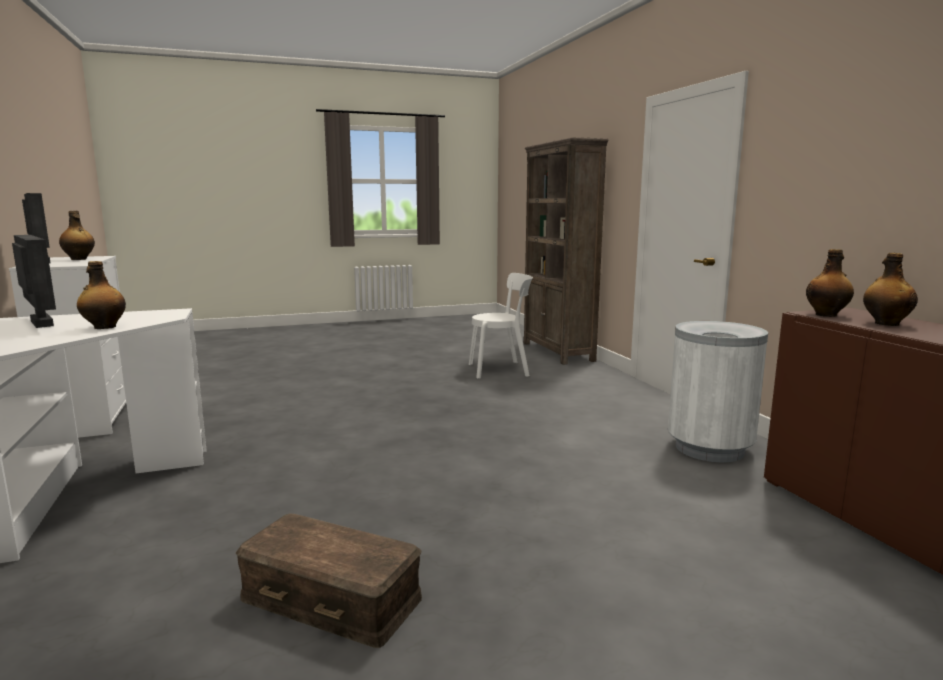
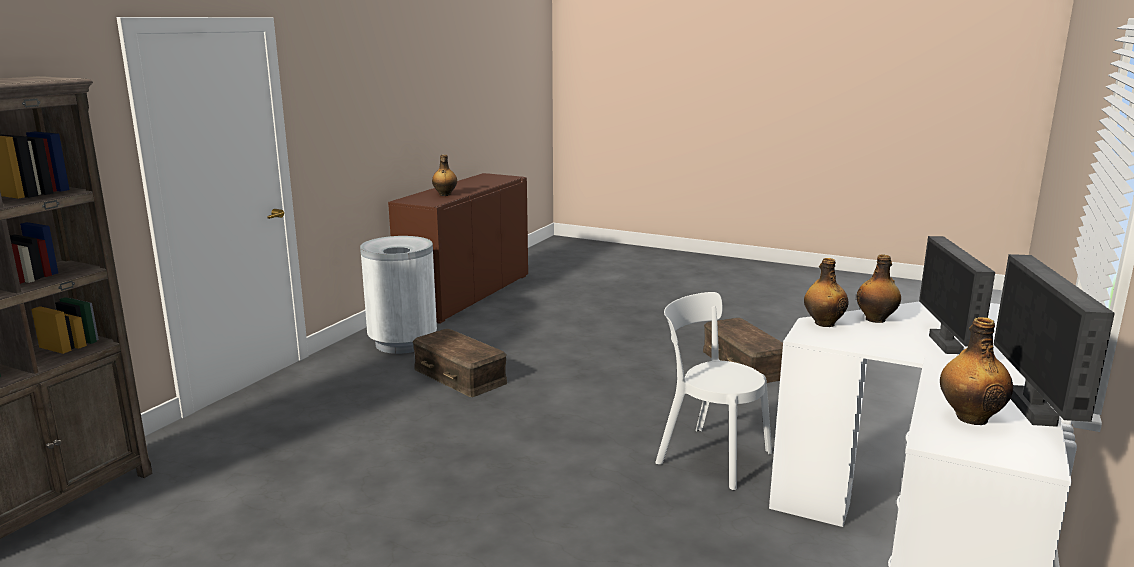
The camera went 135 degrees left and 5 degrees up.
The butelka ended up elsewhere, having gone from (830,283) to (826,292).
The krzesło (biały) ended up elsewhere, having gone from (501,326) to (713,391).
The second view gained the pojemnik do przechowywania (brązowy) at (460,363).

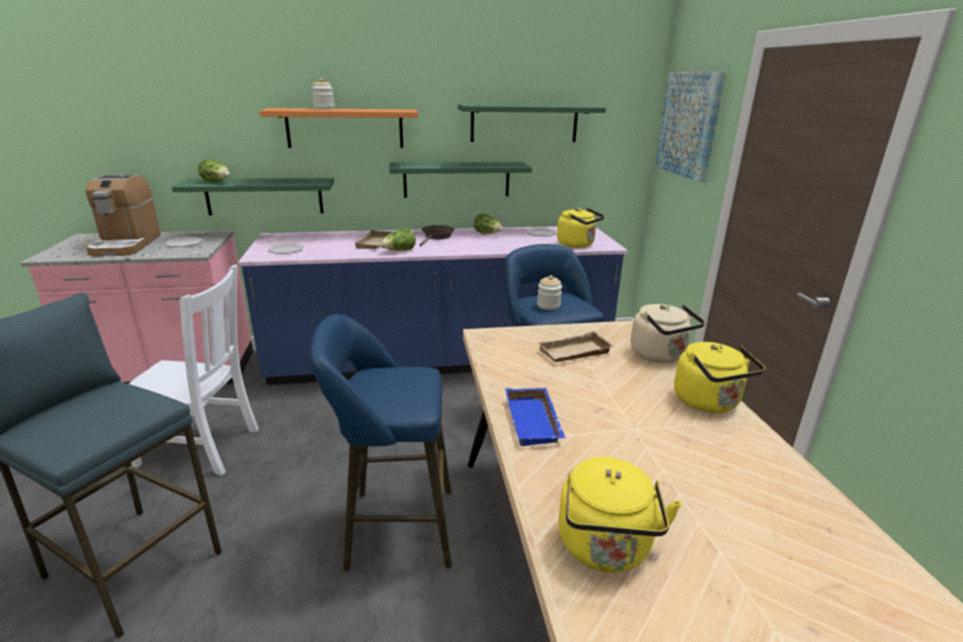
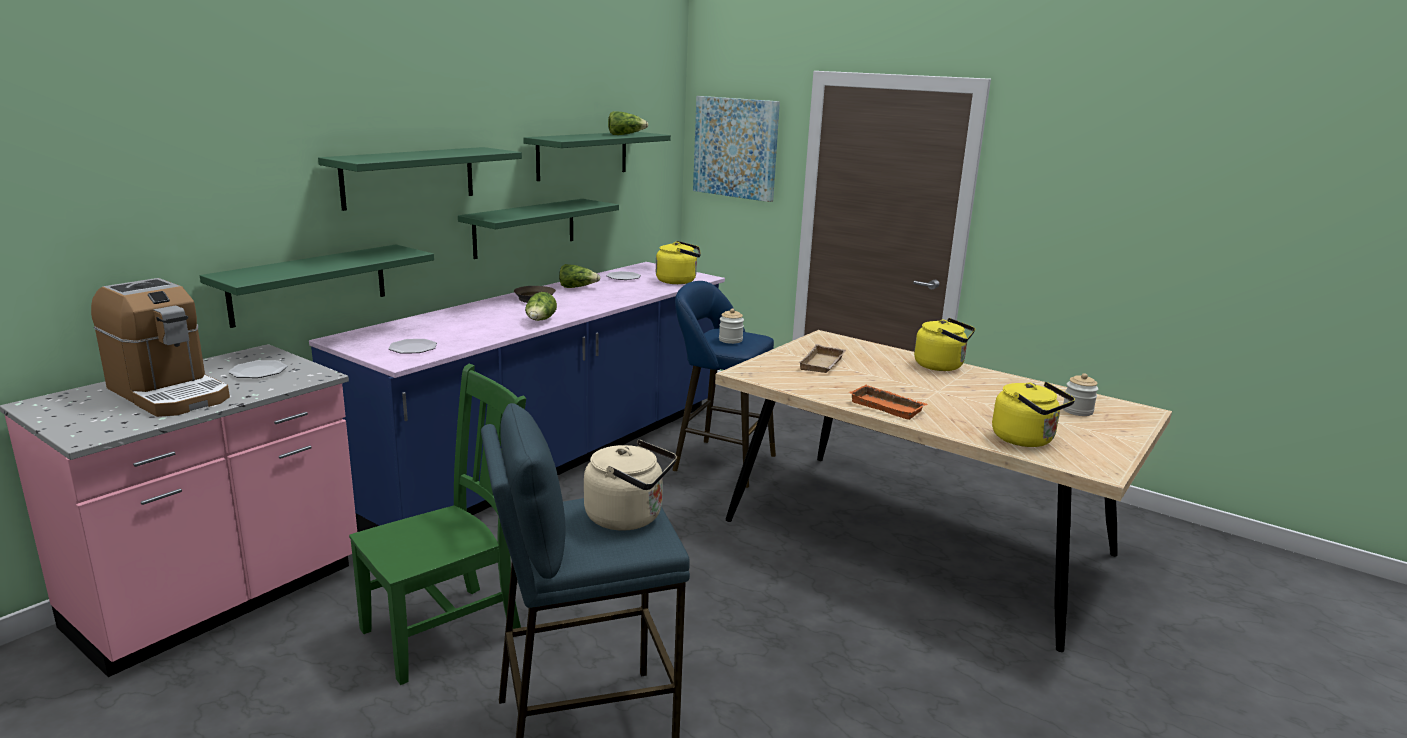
The camera went 45 degrees left and 5 degrees down.
The słoik ended up elsewhere, having gone from (323,93) to (1080,394).
What was the półka (pomarańczowy) at (338,128) turned into the półka (zielony) at (420,179).
The sałata ended up elsewhere, having gone from (214,170) to (628,123).
The second view lost the taca (beżowy) at (373,239).
What was the krzesło (biały) at (193,370) turned into the krzesło (zielony) at (437,524).
The czajnik (beżowy) ended up elsewhere, having gone from (668,333) to (630,485).
The second view lost the stołek (niebieski) at (381,442).
What was the taca (niebieski) at (536,417) turned into the taca (pomarańczowy) at (888,402).

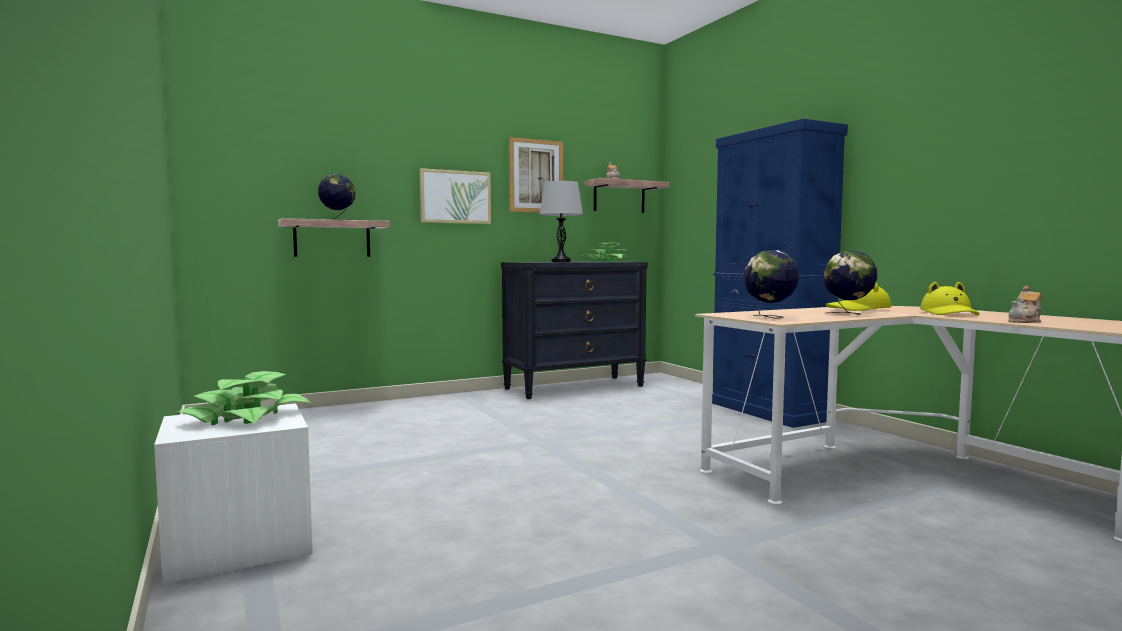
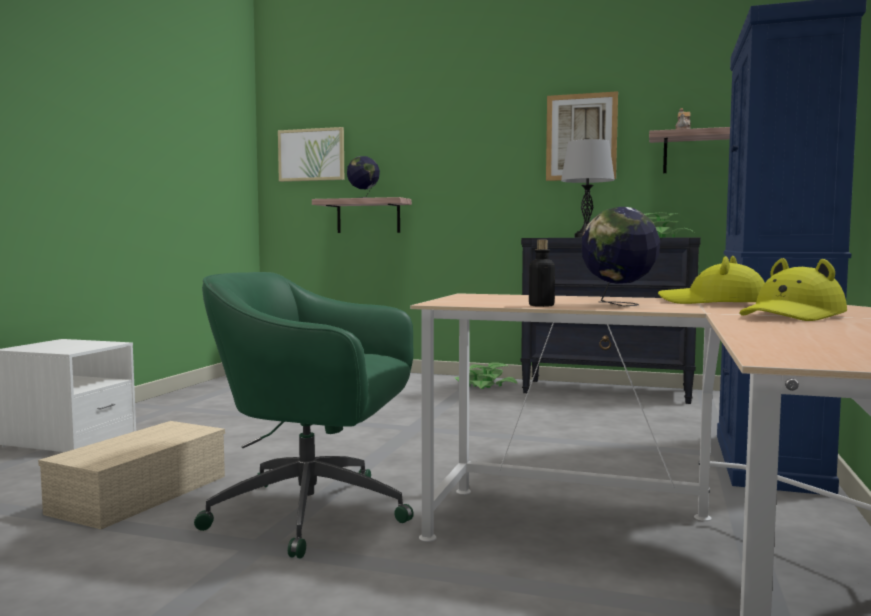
The camera went 45 degrees right and 0 degrees up.
The obraz ended up elsewhere, having gone from (455,196) to (311,154).
The second view lost the globus at (771,284).
The second view lost the imbryk at (1025,304).
The roślina doniczkowa ended up elsewhere, having gone from (244,398) to (486,375).
The second view gained the butelka at (542,273).
The second view gained the krzesło biurowe (zielony) at (304,415).
The second view gained the pojemnik do przechowywania (beżowy) at (131,475).

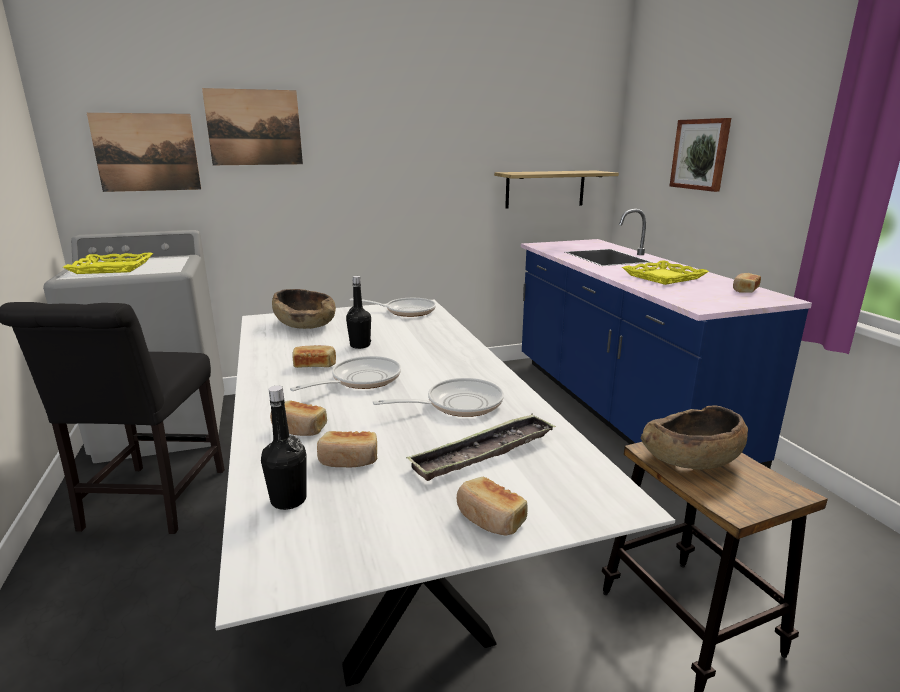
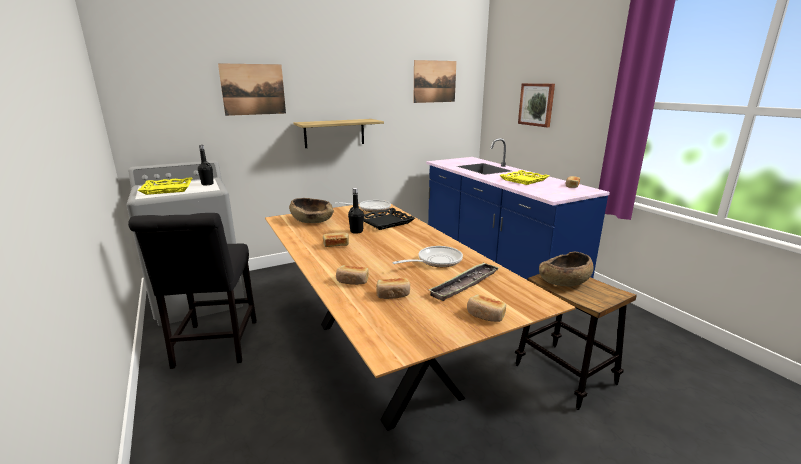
The camera went 10 degrees left and 0 degrees up.
The obraz ended up elsewhere, having gone from (144,152) to (434,81).
The półka ended up elsewhere, having gone from (556,189) to (338,133).
What was the stół jadalny (biały) at (445,493) turned into the stół jadalny (brązowy) at (420,315).
The second view lost the patelnia at (345,373).
The butelka (czarny) ended up elsewhere, having gone from (284,447) to (206,165).
The second view gained the taca (czarny) at (389,219).

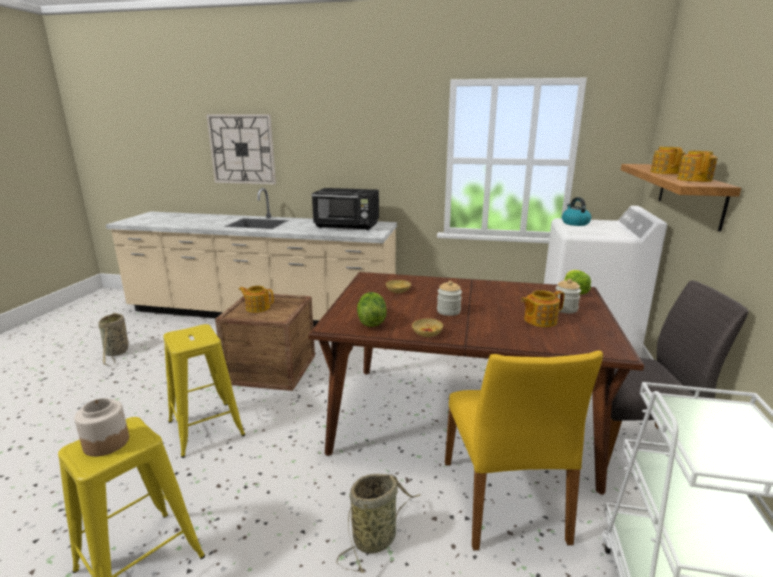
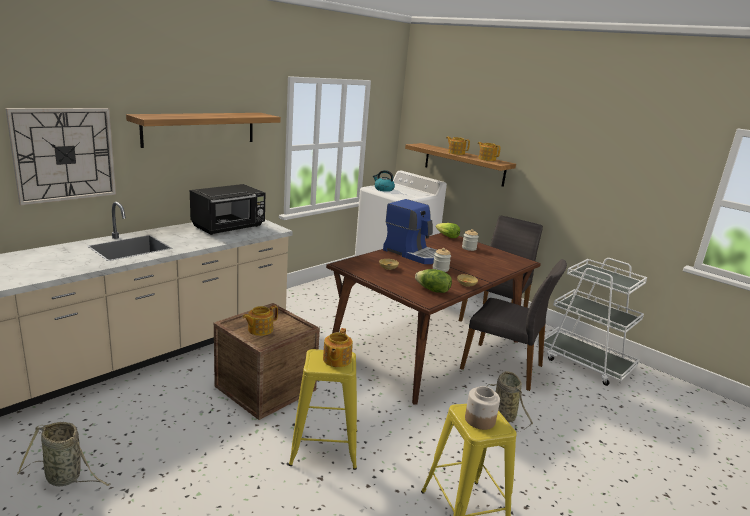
The camera went 60 degrees left and 0 degrees up.
The imbryk ended up elsewhere, having gone from (543,308) to (338,347).
What was the krzesło (żółty) at (524,450) turned into the krzesło (szary) at (513,325).
The second view gained the półka at (203,130).
The second view gained the ekspres do kawy at (409,231).

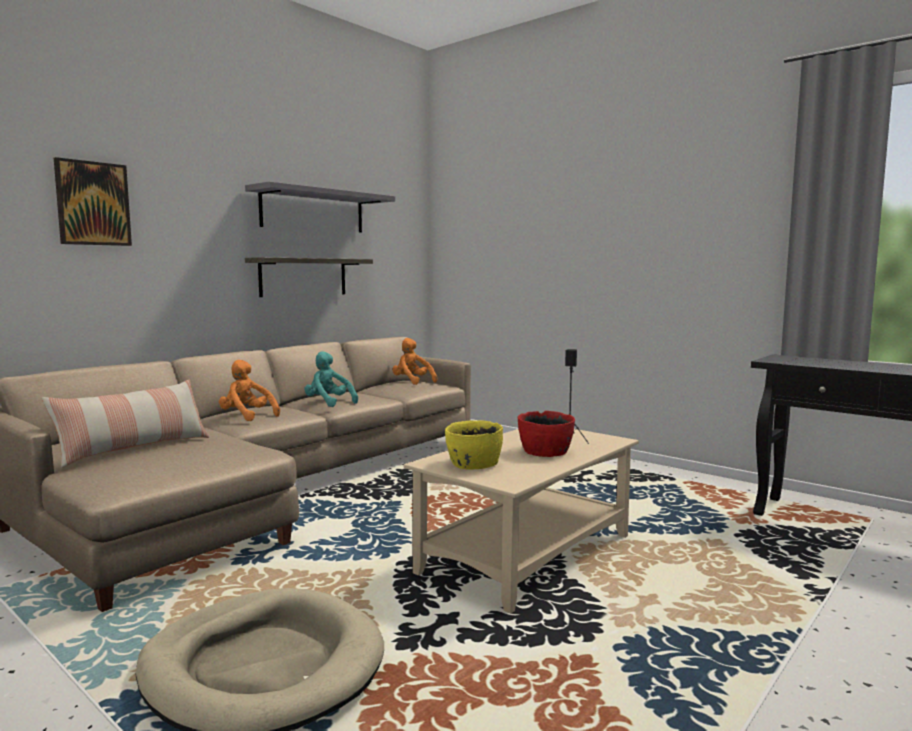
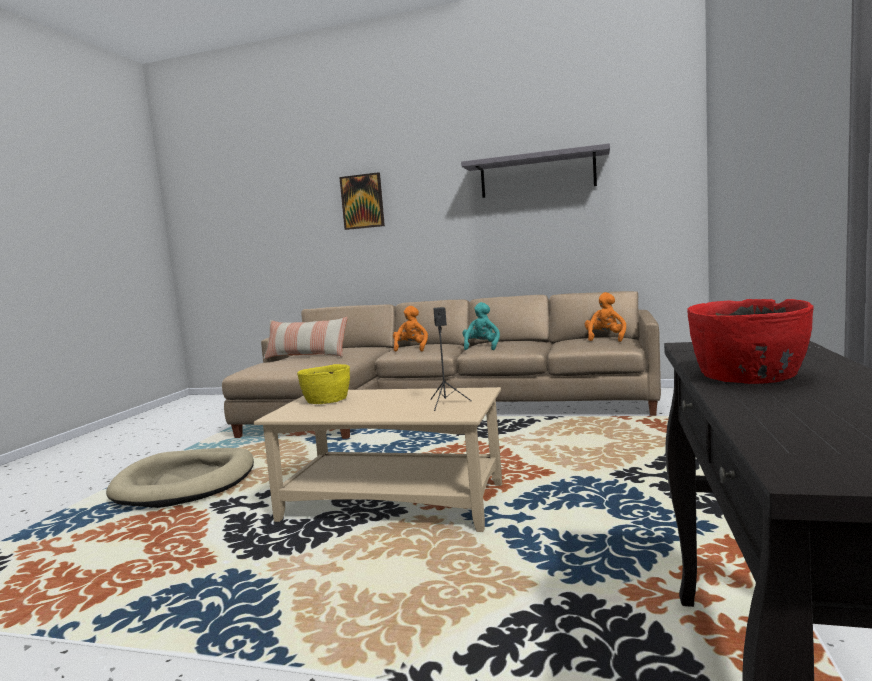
The camera went 65 degrees right and 0 degrees up.
The second view lost the półka at (309,277).
The miska (czerwony) ended up elsewhere, having gone from (546,434) to (750,341).

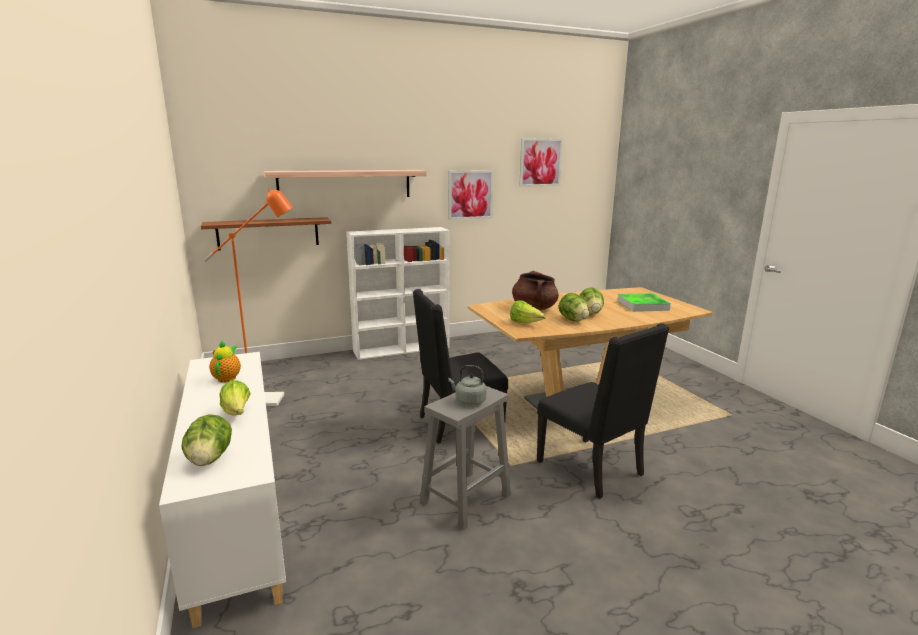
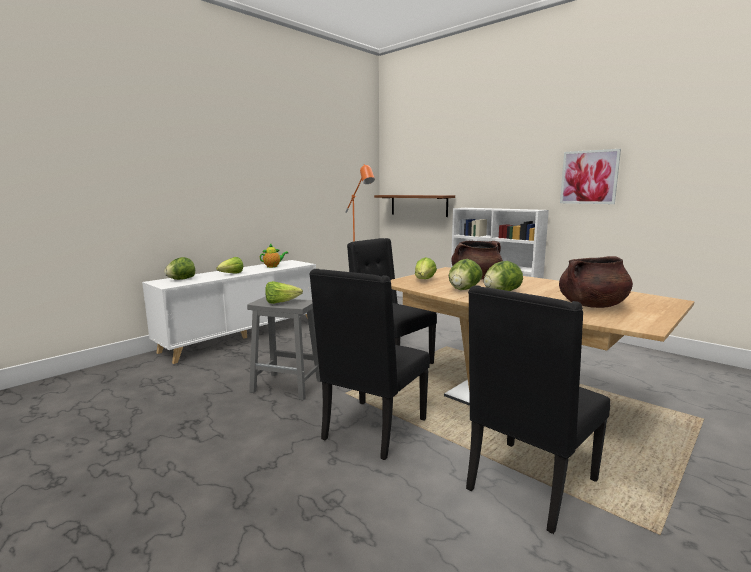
The camera went 65 degrees right and 5 degrees down.
The second view lost the obraz at (541,162).
The second view lost the półka at (345,183).
Where the taca stood at (644,302), the garnek (brązowy) came to stand at (596,282).
Where the czajnik (szary) stood at (467,385), the sałata came to stand at (284,292).
The second view gained the krzesło (czarny) at (538,409).

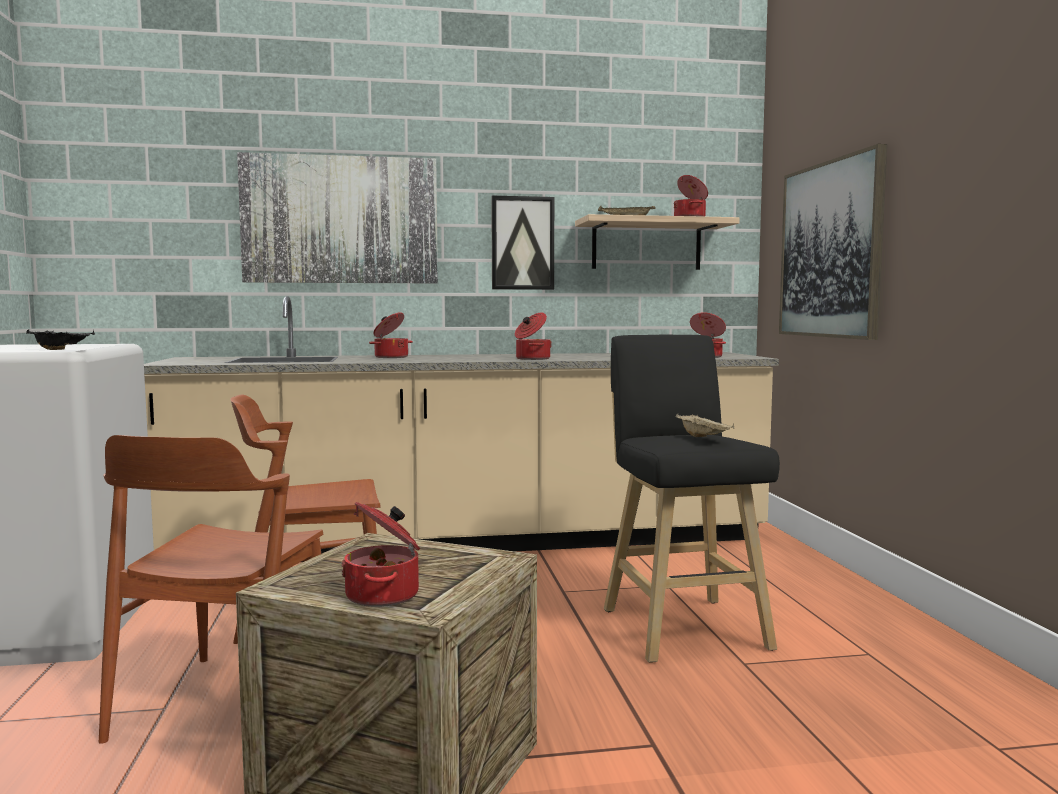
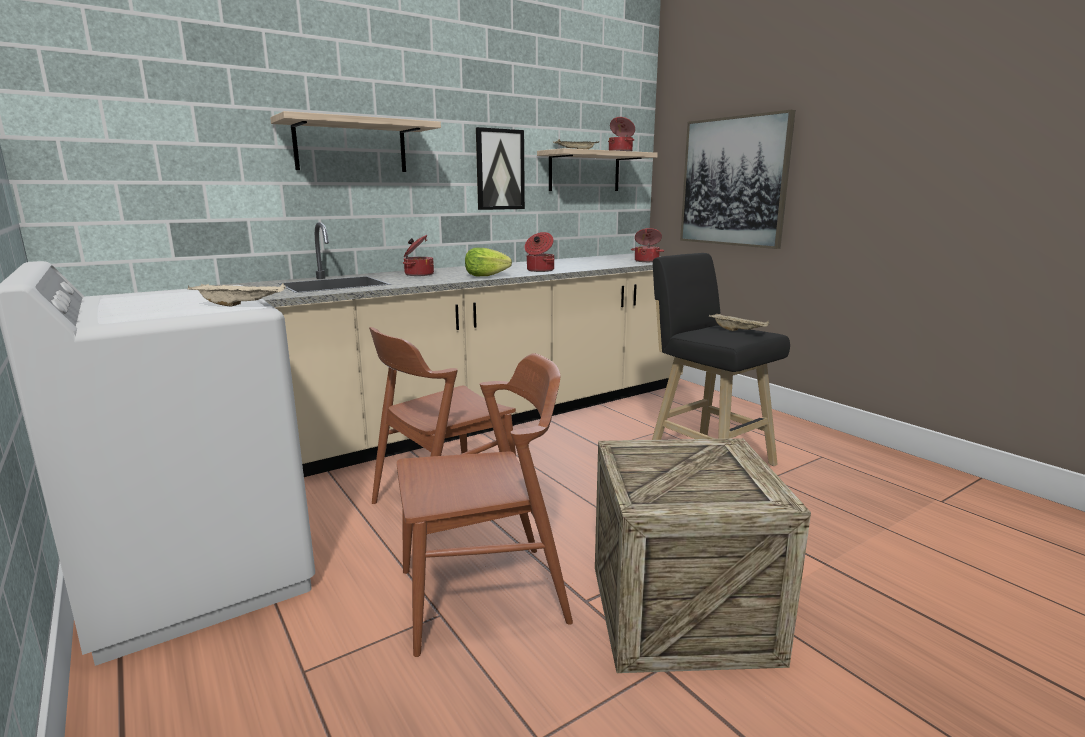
The camera went 25 degrees left and 10 degrees up.
Where the obraz hung at (337,217), the półka came to hang at (355,141).
What was the taca (czarny) at (60,339) turned into the taca (beżowy) at (237,295).
The krzesło (brązowy) at (211,589) ended up facing another way, 90 degrees counterclockwise from before.
The second view lost the garnek at (380,554).
The second view gained the sałata at (488,262).

